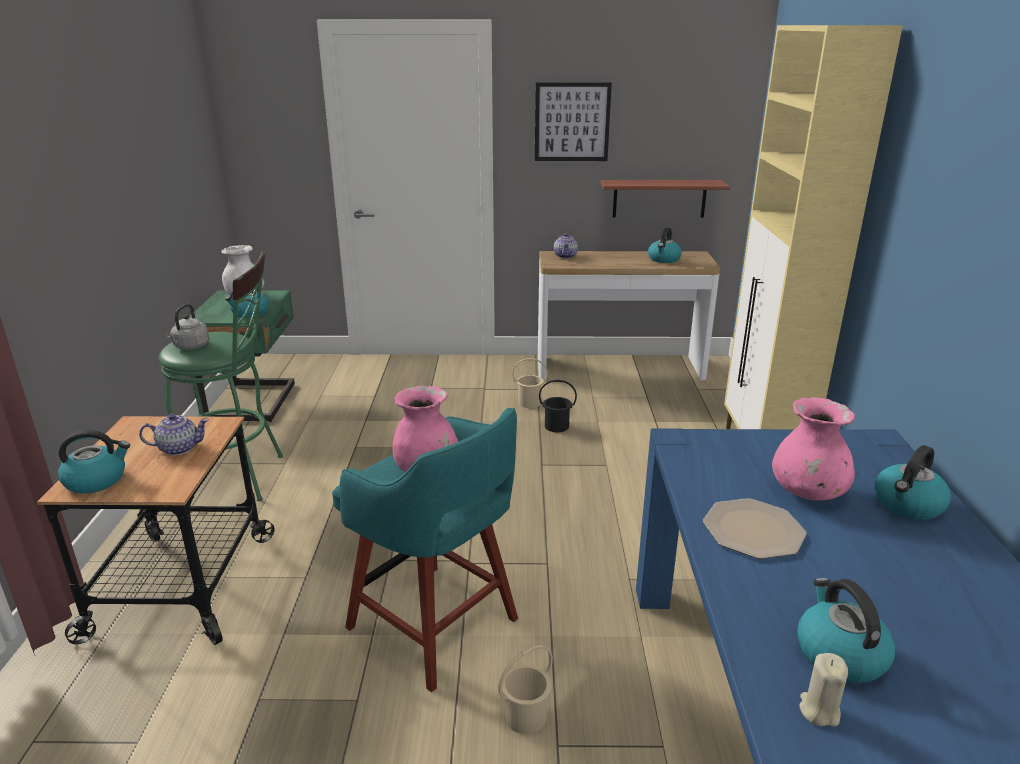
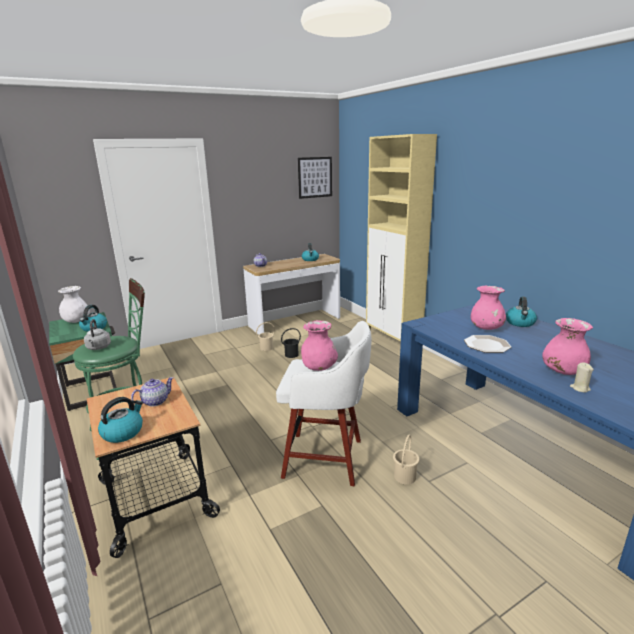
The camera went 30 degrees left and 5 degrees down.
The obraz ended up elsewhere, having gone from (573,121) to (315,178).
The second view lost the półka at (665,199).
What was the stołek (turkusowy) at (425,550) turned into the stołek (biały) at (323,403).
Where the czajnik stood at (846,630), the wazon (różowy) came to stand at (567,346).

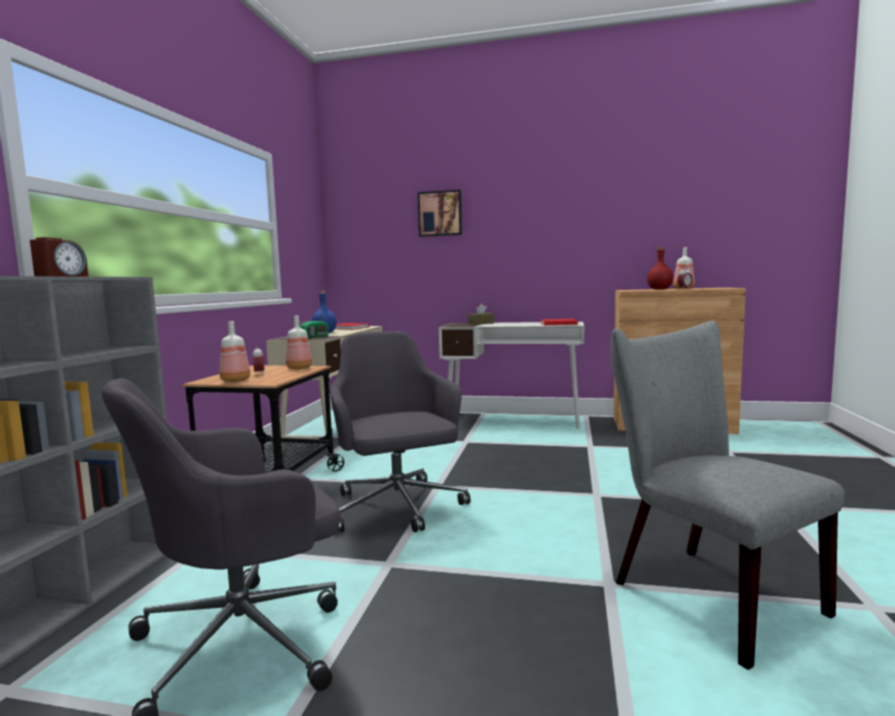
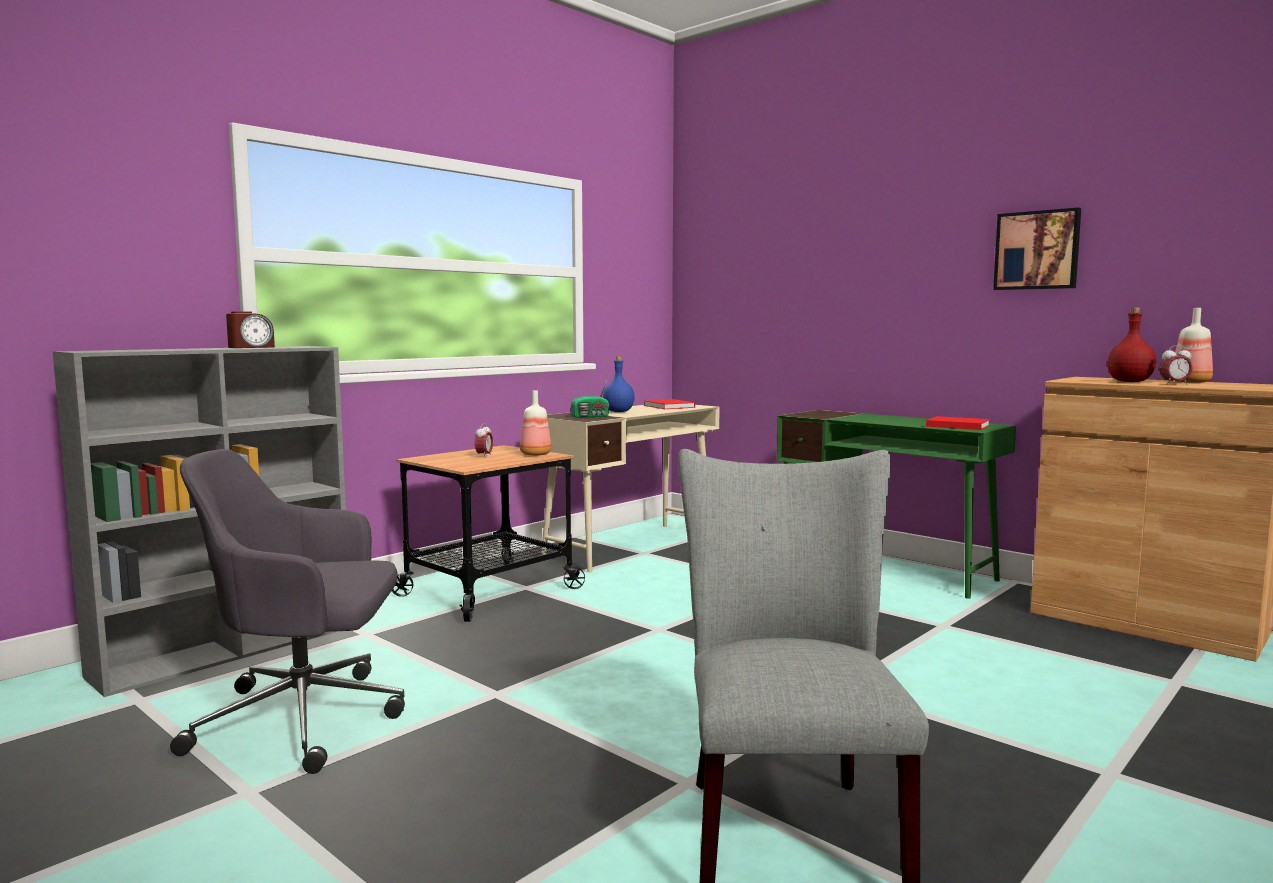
The camera went 30 degrees right and 0 degrees up.
The obraz ended up elsewhere, having gone from (440,213) to (1037,248).
The second view lost the pudełko chusteczek (brązowy) at (481,314).
The second view lost the butelka at (234,351).
What was the biurko (biały) at (511,375) turned into the biurko (zielony) at (896,504).
The second view lost the krzesło biurowe (szary) at (400,432).

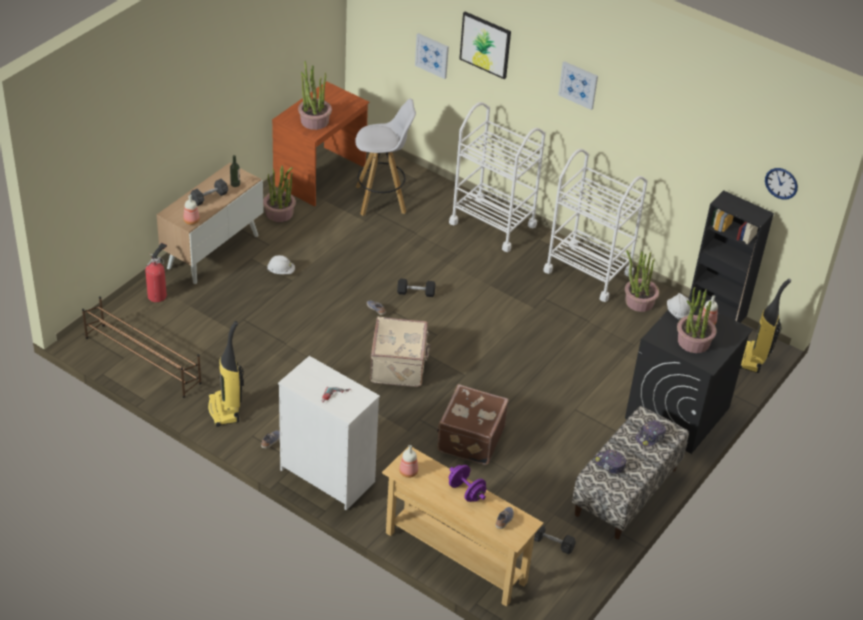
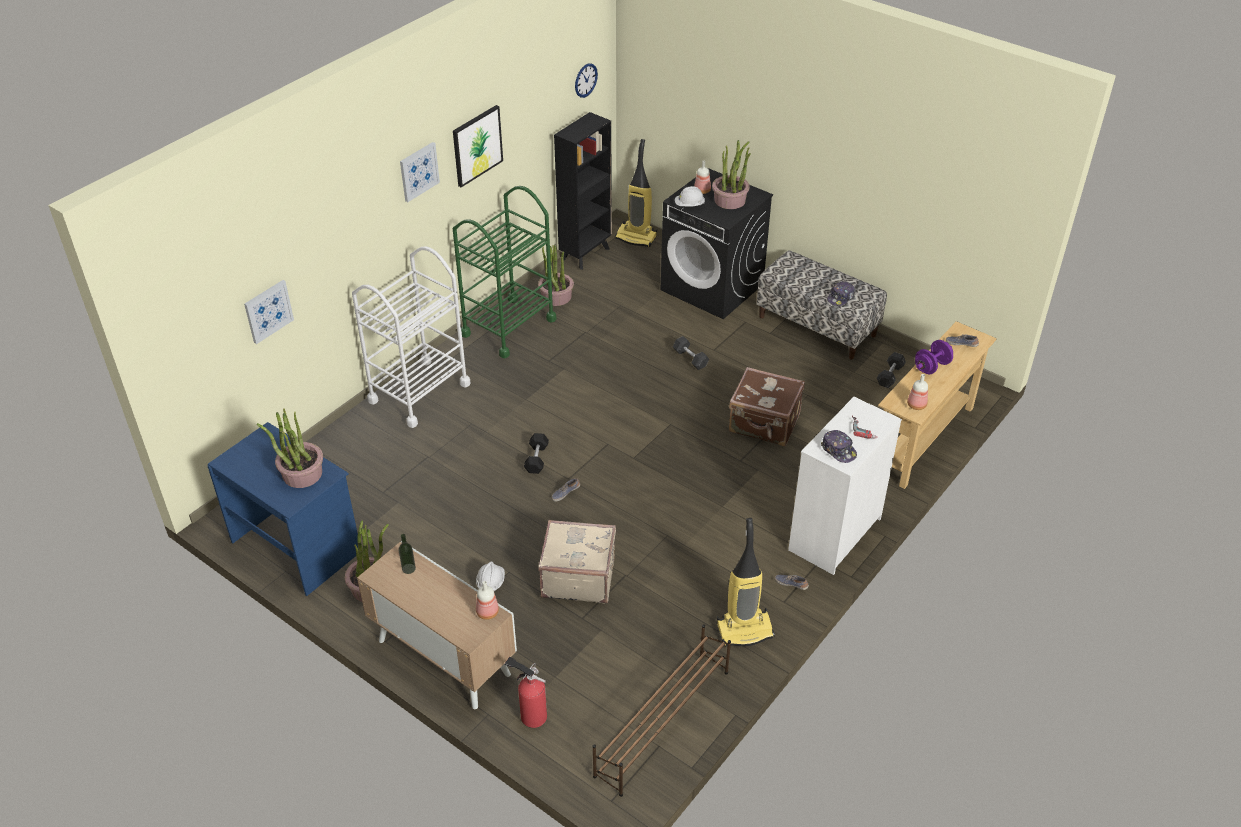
The camera went 85 degrees left and 0 degrees up.
The obraz ended up elsewhere, having gone from (485,45) to (478,146).
What was the biurko (brązowy) at (321,143) turned into the biurko (niebieski) at (282,509).
The second view lost the stołek (biały) at (385,157).
What was the wózek (biały) at (595,225) turned into the wózek (zielony) at (504,272).
The hantel (szary) ended up elsewhere, having gone from (209,192) to (691,353).
The walizka (beżowy) ended up elsewhere, having gone from (400,352) to (577,561).
The czapka z daszkiem ended up elsewhere, having gone from (651,433) to (839,446).

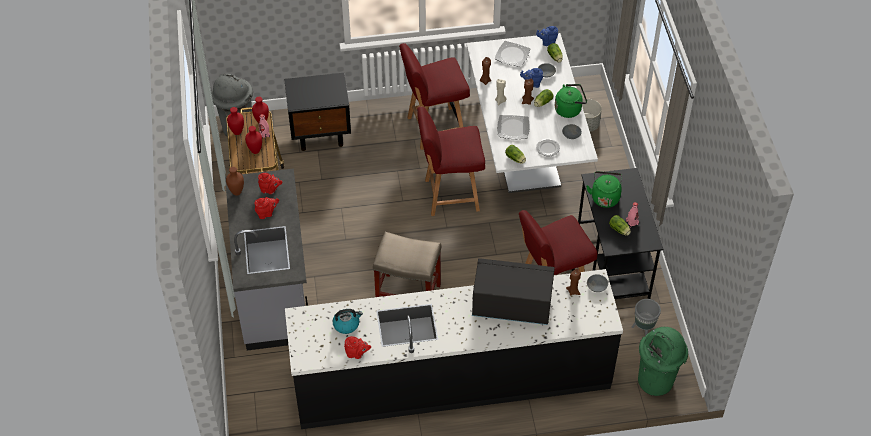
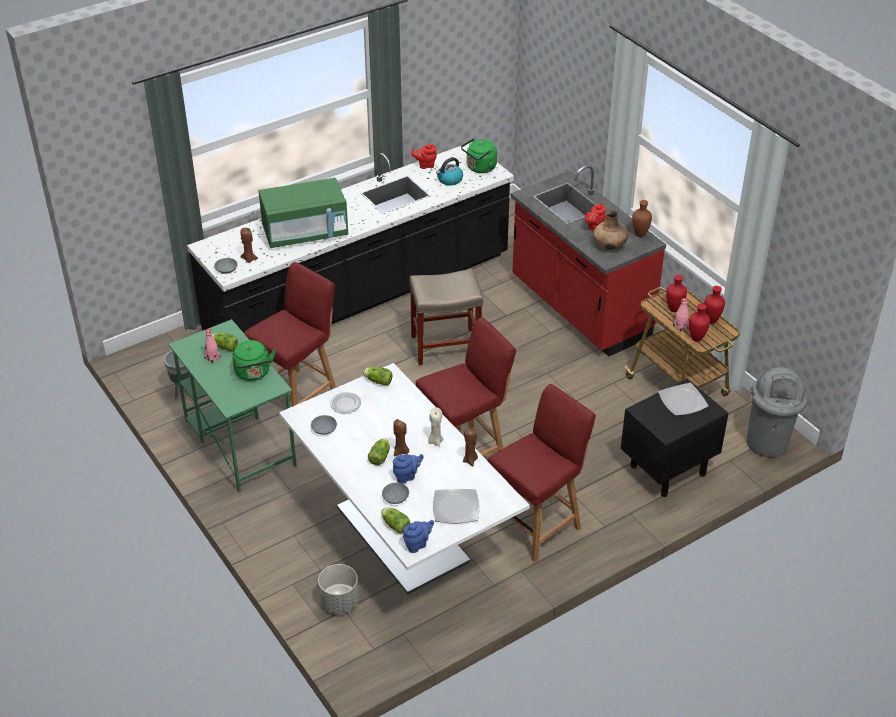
The camera went 155 degrees right and 10 degrees down.
The czajnik (zielony) ended up elsewhere, having gone from (571,101) to (479,155).
The talerz ended up elsewhere, having gone from (513,127) to (683,399).
What was the biurko (czarny) at (620,233) turned into the biurko (zielony) at (233,405).
What was the zabudowa kuchenna (szary) at (266,259) turned into the zabudowa kuchenna (czerwony) at (588,260).
Where the imbryk (czerwony) stood at (270,183), the wazon (brązowy) came to stand at (611,230).
What was the mikrofalówka (czarny) at (513,291) turned into the mikrofalówka (zielony) at (303,213).
The second view lost the kosz na śmieci (zielony) at (663,361).

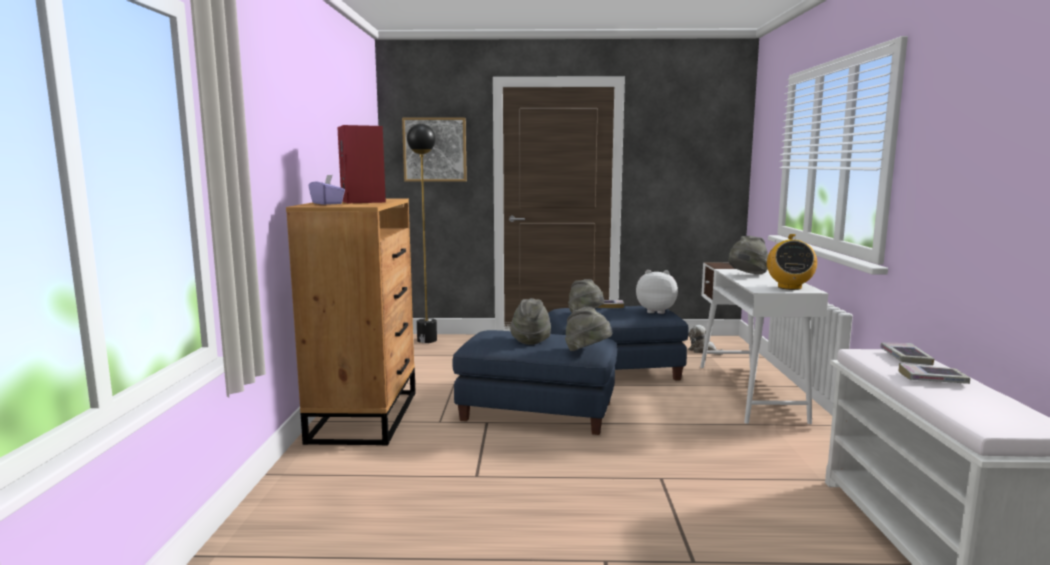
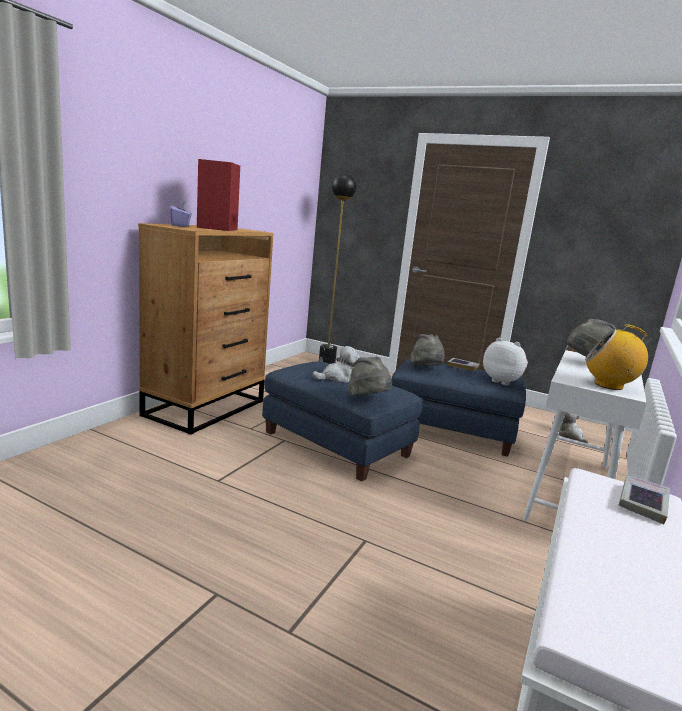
The camera went 25 degrees right and 5 degrees up.
The second view lost the obraz at (434,149).
The radio at (792,262) ended up facing another way, 75 degrees clockwise from before.
Where the kapelusz (szary) stood at (530,321), the pluszak came to stand at (336,364).
The second view lost the książka at (934,373).

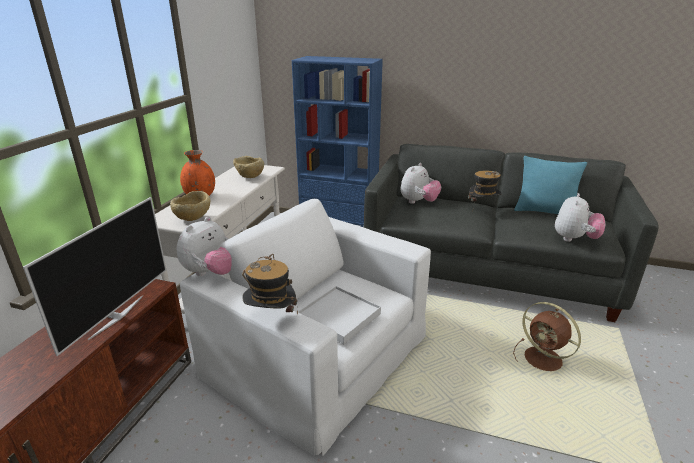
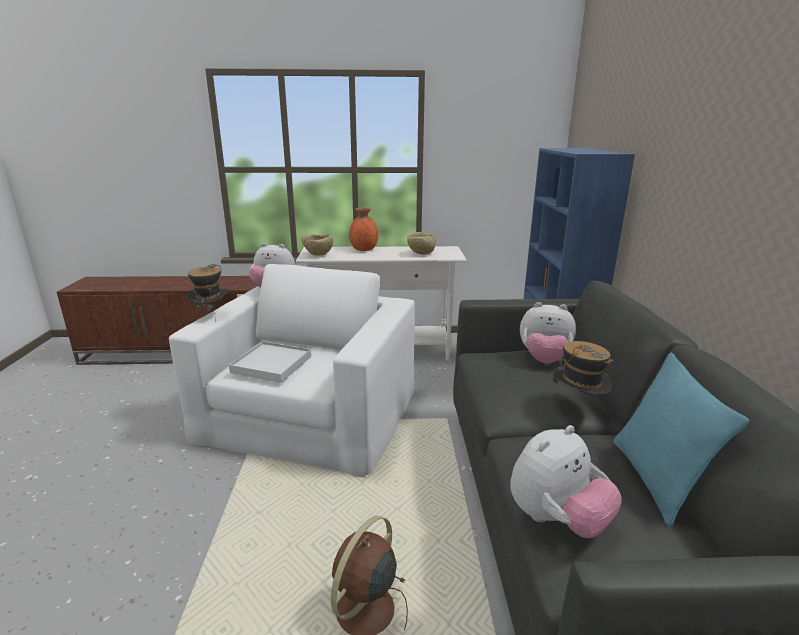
The camera went 70 degrees right and 5 degrees down.
The pluszak at (580,217) ended up facing another way, 45 degrees counterclockwise from before.
The second view lost the telewizor at (94,276).

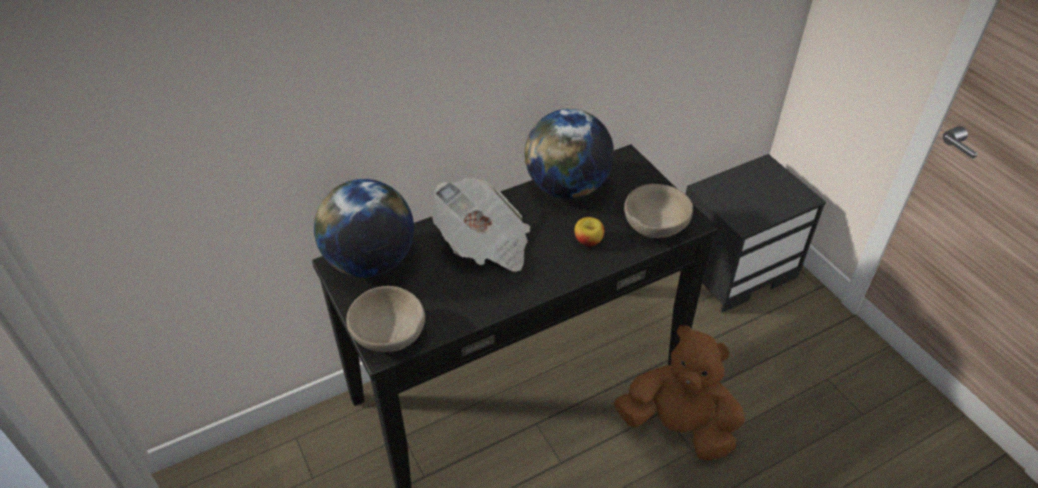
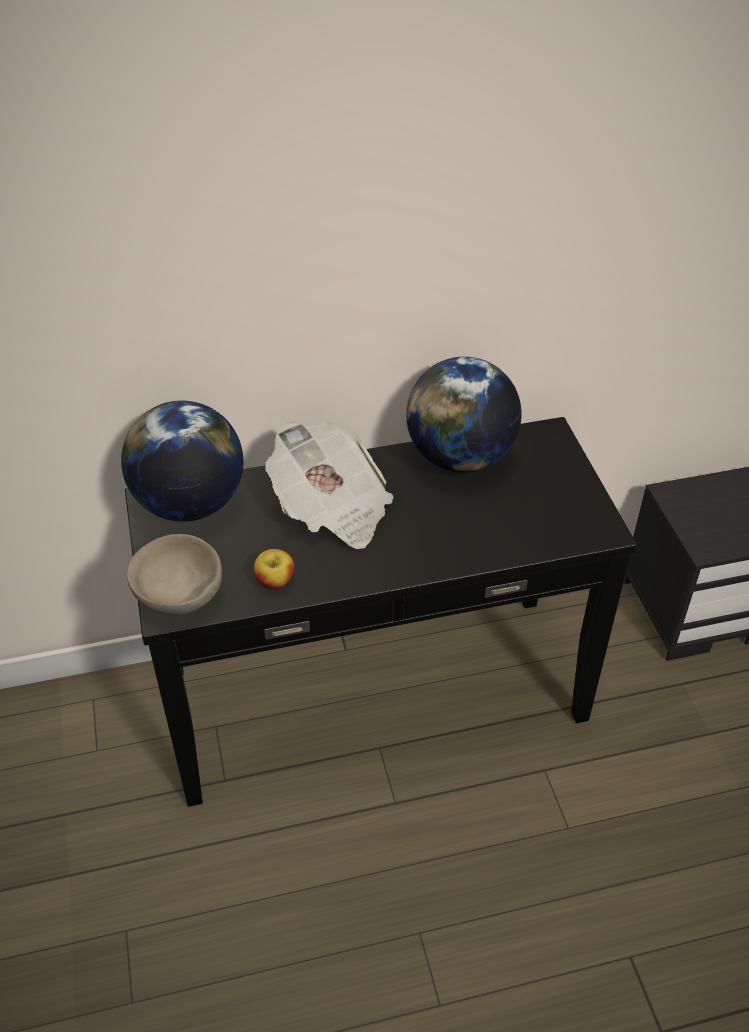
The camera went 15 degrees right and 0 degrees up.
The second view lost the miska (beżowy) at (658,211).
The jabłko ended up elsewhere, having gone from (589,232) to (274,569).
The second view lost the pluszak (brązowy) at (679,393).

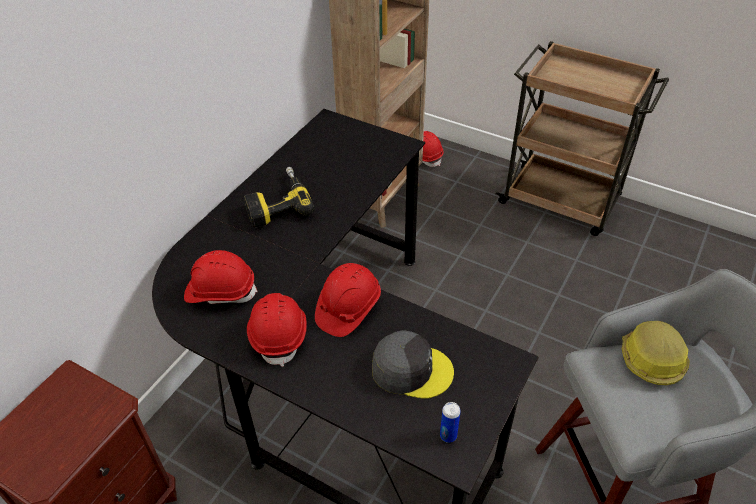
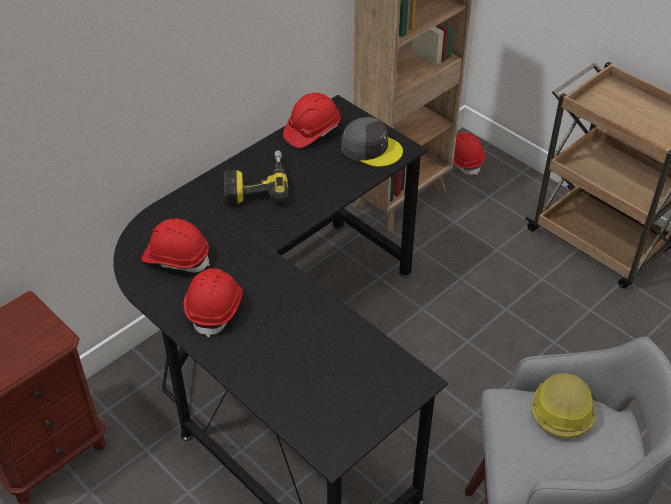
The camera went 15 degrees right and 0 degrees up.
The kask (czerwony) ended up elsewhere, having gone from (348,300) to (312,120).
The czapka z daszkiem (szary) ended up elsewhere, having gone from (413,364) to (372,142).
The second view lost the puszka at (450,422).

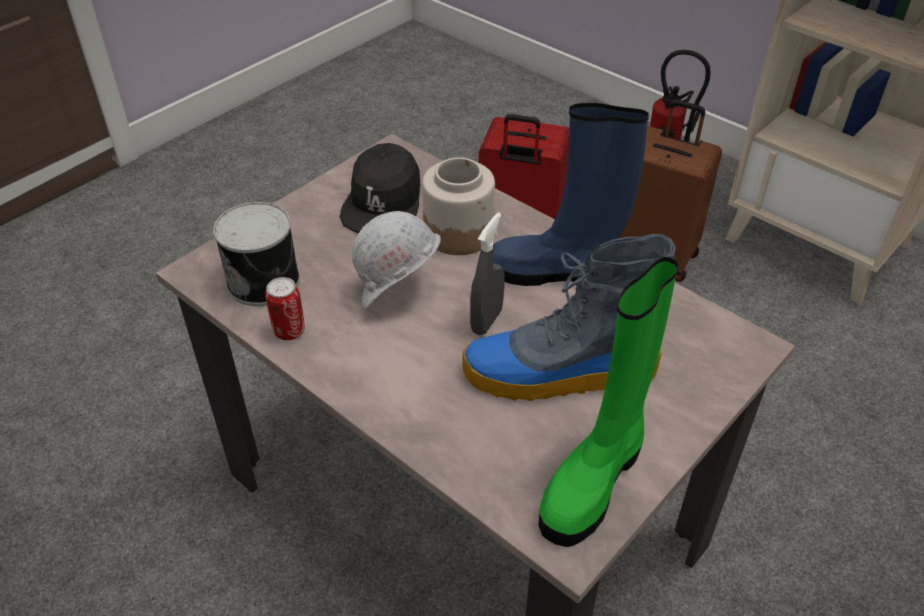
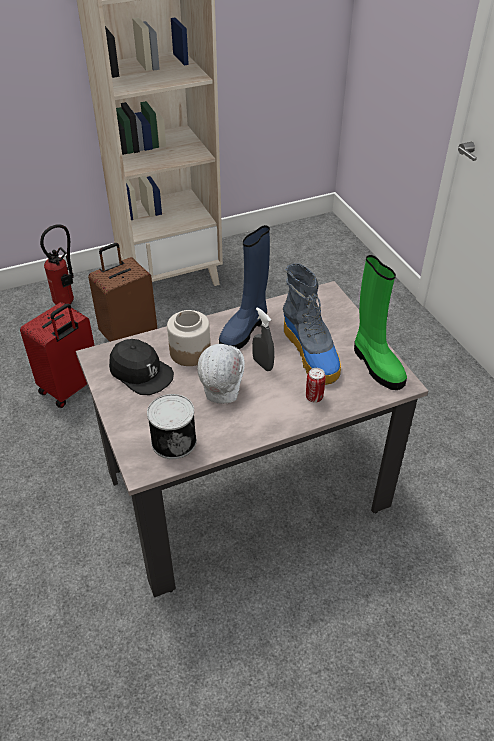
The camera went 65 degrees left and 0 degrees up.
The but z cholewką at (569,317) ended up facing another way, 45 degrees counterclockwise from before.
The puszka ended up elsewhere, having gone from (285,308) to (316,385).

